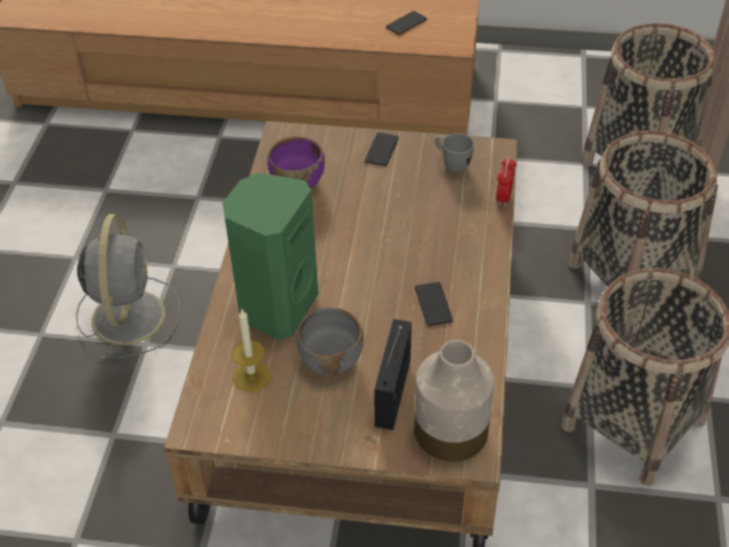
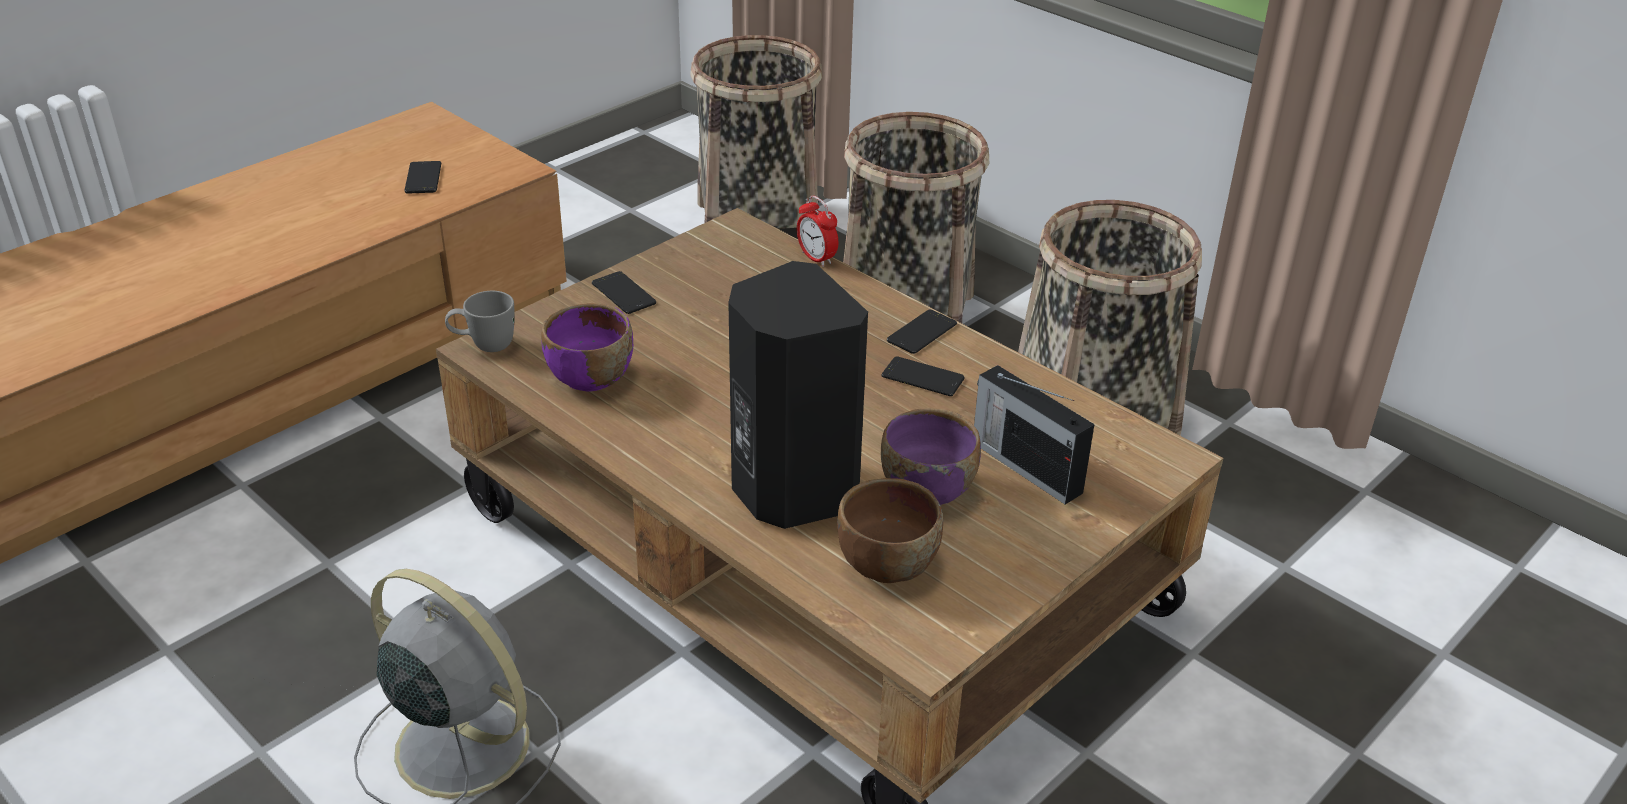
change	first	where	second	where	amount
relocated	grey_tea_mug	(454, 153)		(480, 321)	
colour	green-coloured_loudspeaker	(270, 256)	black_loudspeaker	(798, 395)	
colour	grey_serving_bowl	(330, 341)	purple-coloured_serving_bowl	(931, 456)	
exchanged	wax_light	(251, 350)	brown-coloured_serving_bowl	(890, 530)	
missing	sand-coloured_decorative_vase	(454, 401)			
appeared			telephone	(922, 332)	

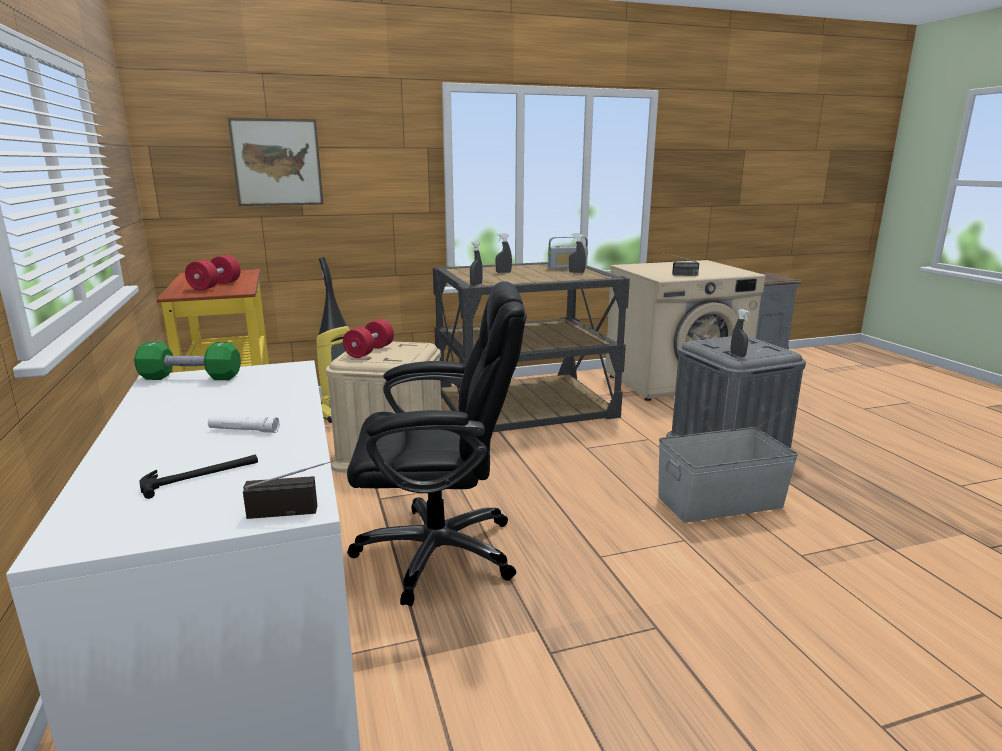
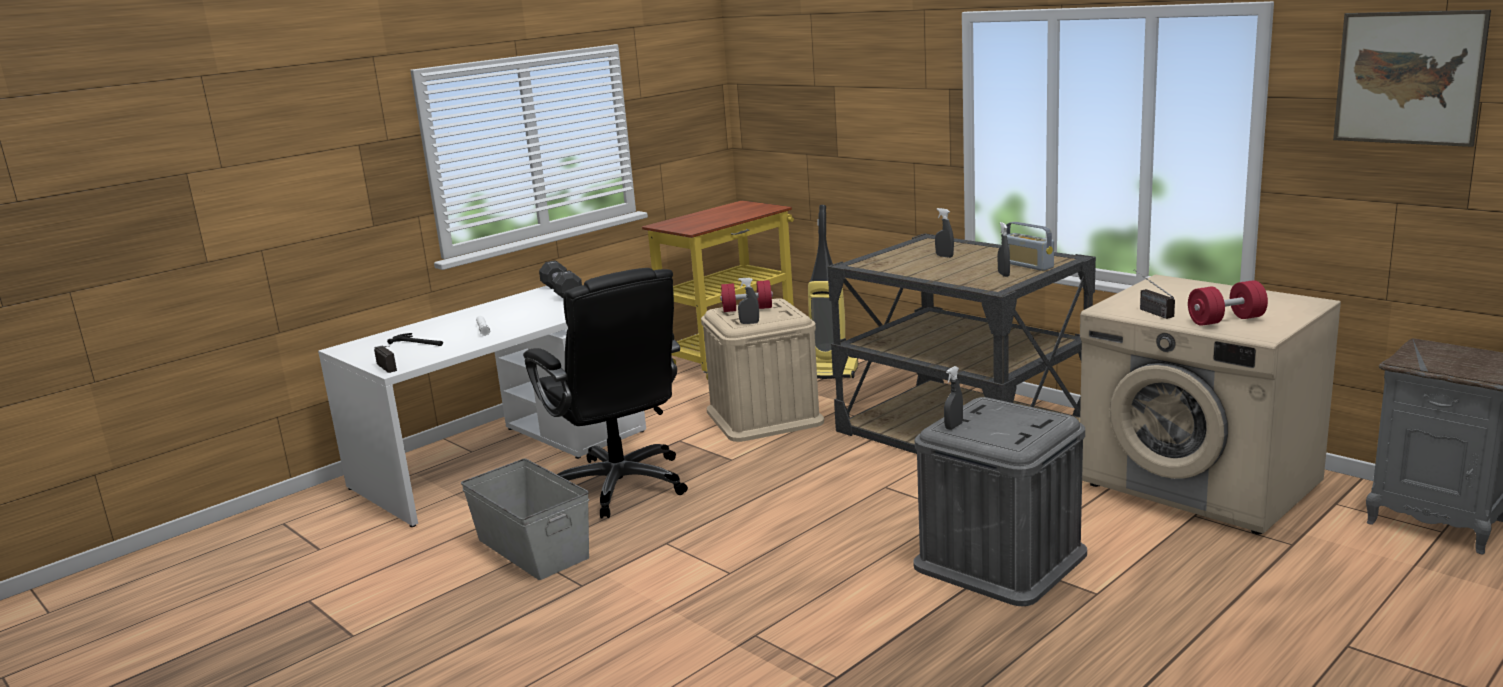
change	first	where	second	where	amount
relocated	wall_picture	(275, 162)		(1412, 78)	
relocated	grey_sprayer	(476, 263)		(748, 301)	
relocated	red-coloured_dumbbell	(213, 272)		(1228, 303)	
colour	green-coloured_dumbbell	(187, 361)	black_dumbbell	(560, 279)	
relocated	grey_storage_box	(728, 475)		(525, 519)	

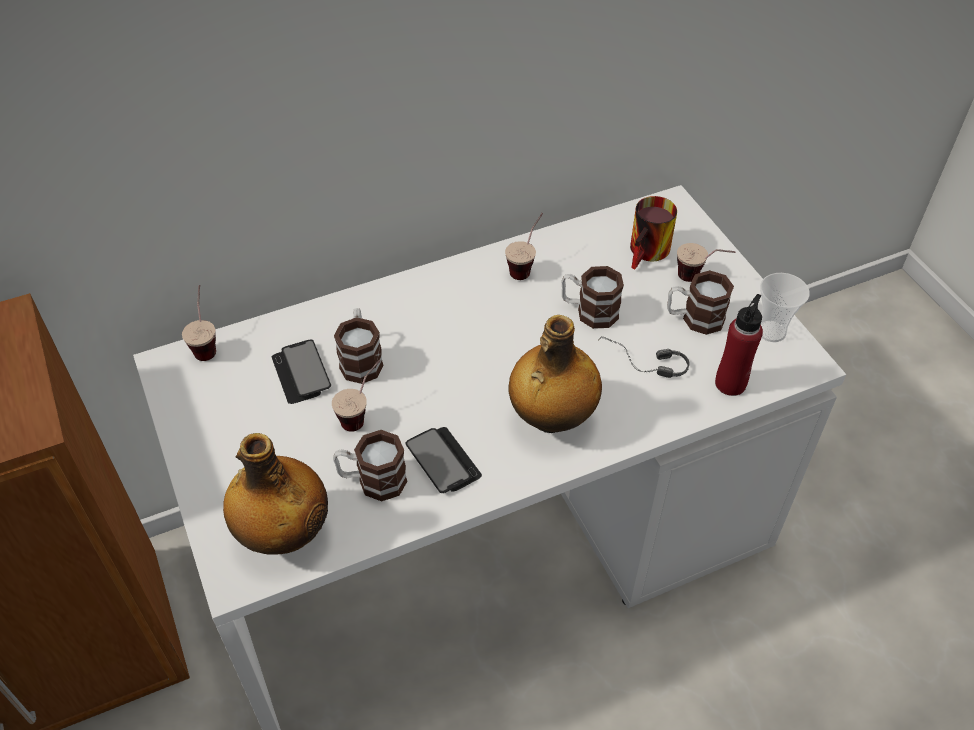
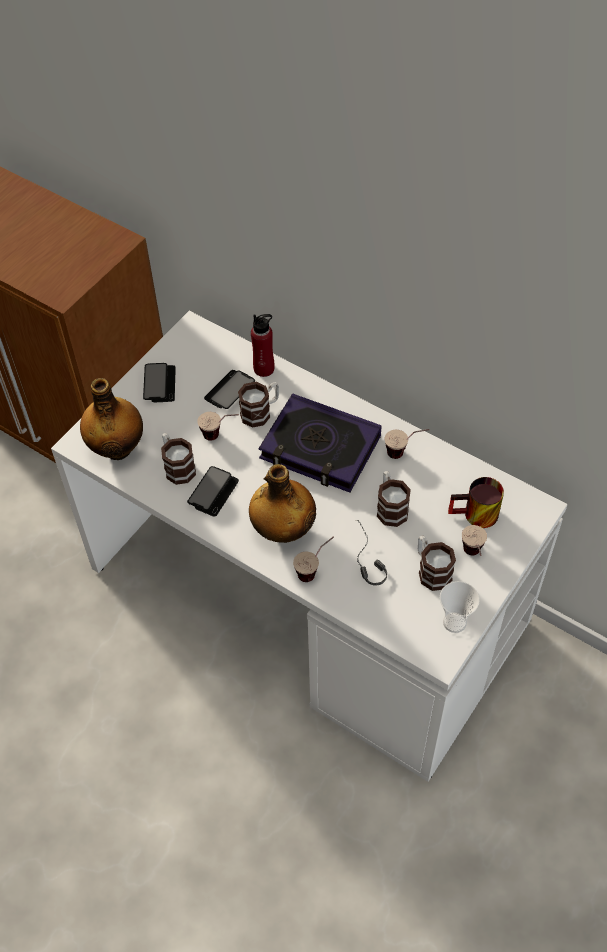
change	first	where	second	where	amount
relocated	small_cup	(199, 323)		(313, 559)	
relocated	red-coloured_bottle	(739, 345)		(263, 345)	
appeared			telephone	(159, 382)	
appeared			volume	(320, 443)	

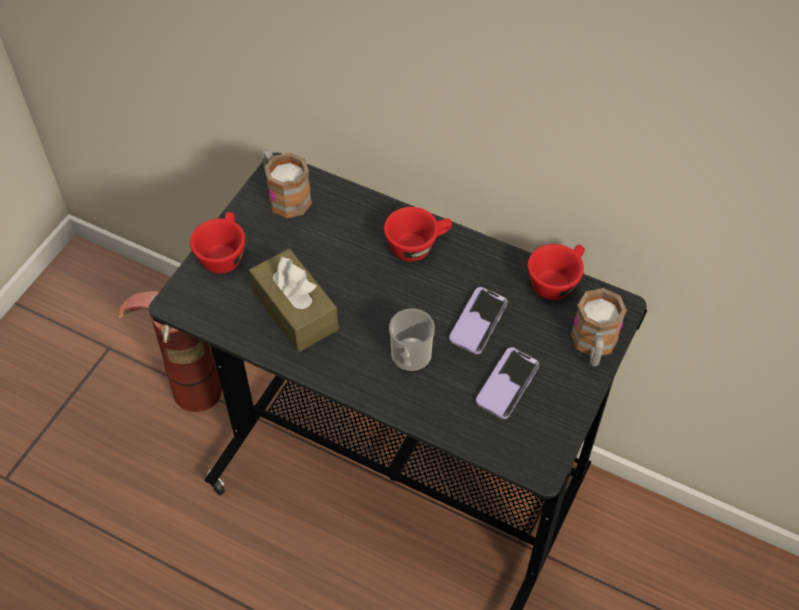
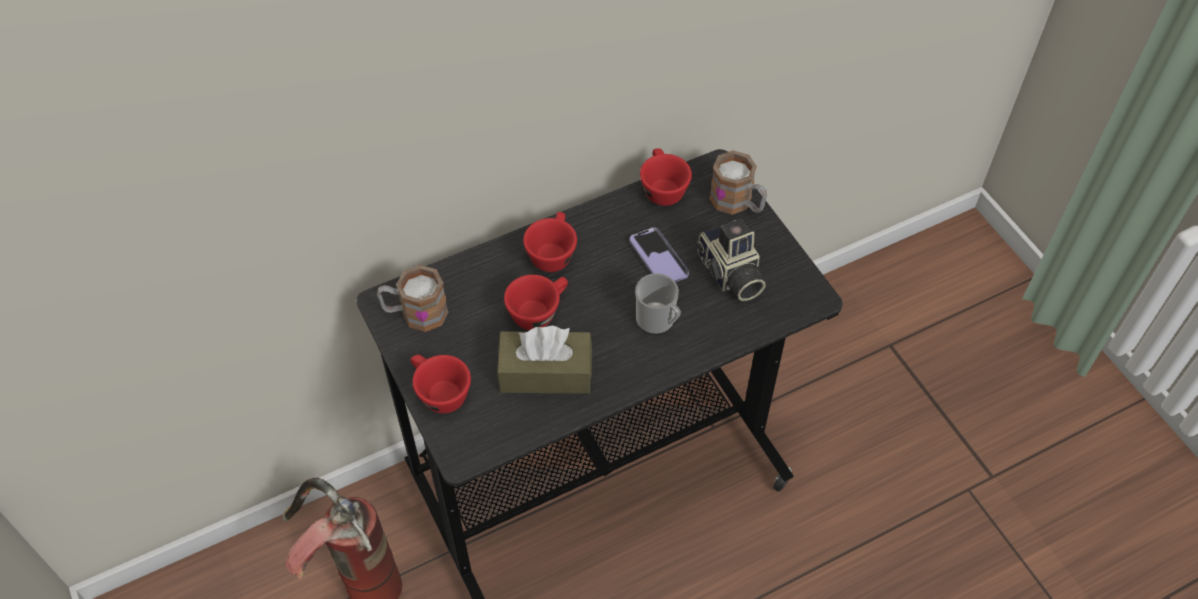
change	first	where	second	where	amount
exchanged	telephone	(507, 383)	photo_camera	(730, 260)	
appeared			red-coloured_small_cup	(536, 302)	

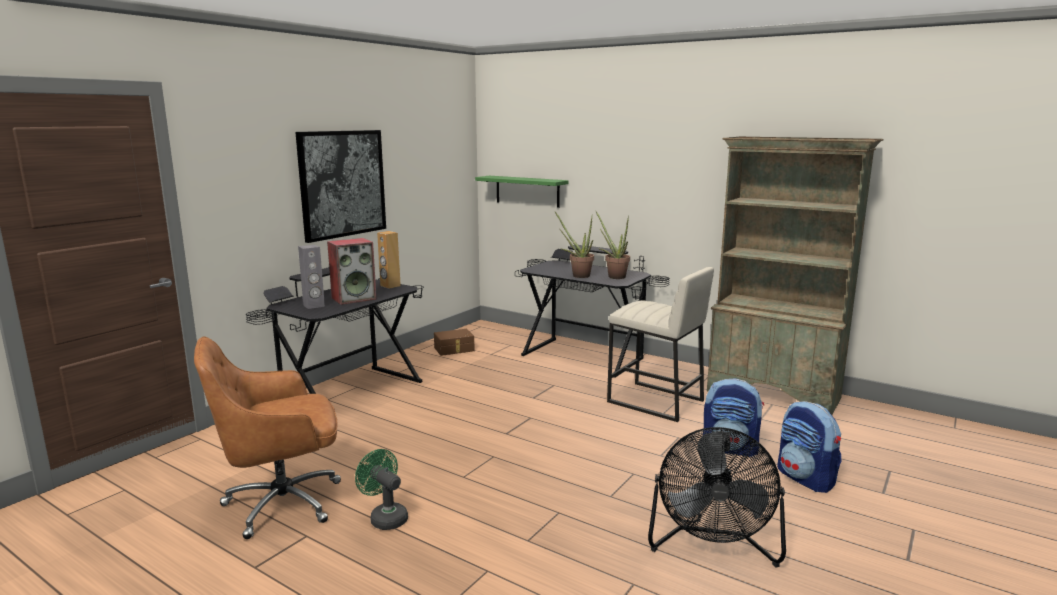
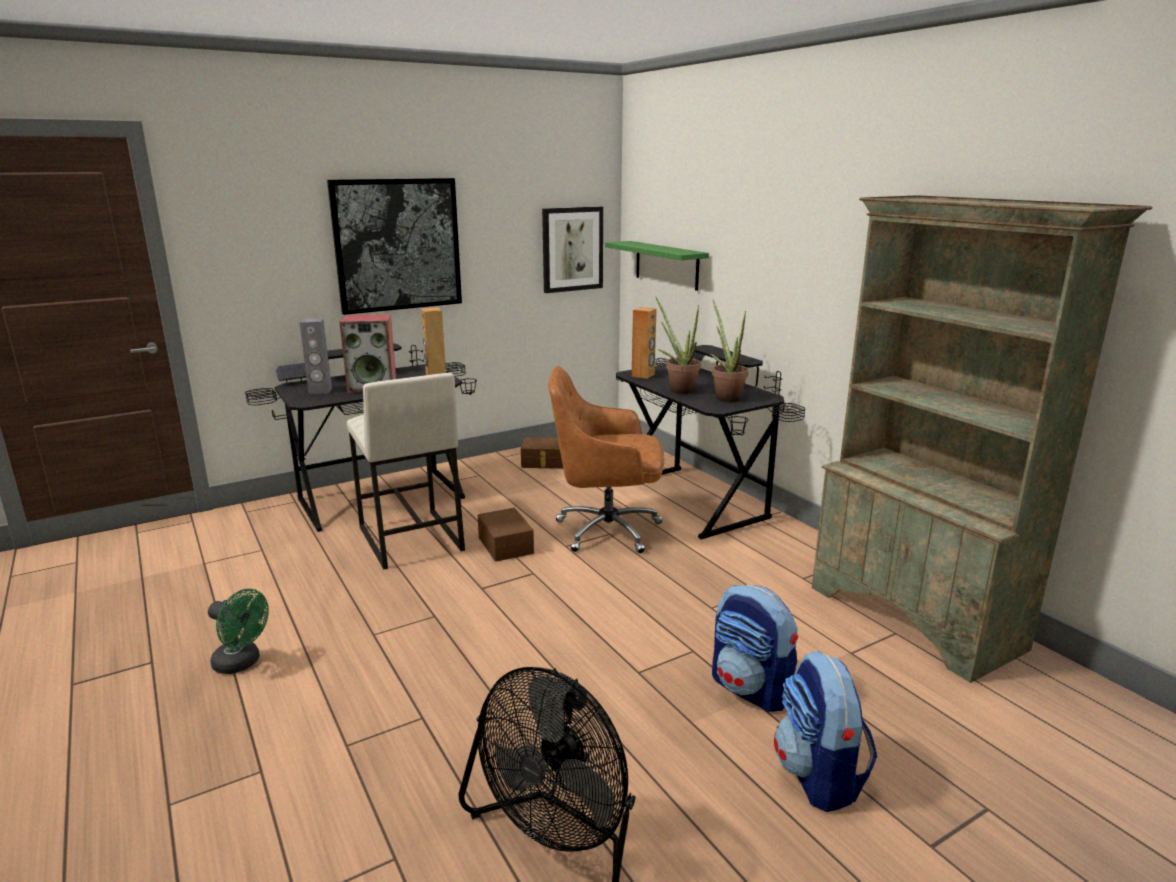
change	first	where	second	where	amount
relocated	sand-coloured_stool_seat	(660, 344)		(406, 471)	
relocated	brown-coloured_desk_chair	(267, 437)		(606, 459)	
spun	green-coloured_cooling_fan	(381, 489)		(238, 631)	135 degrees clockwise
appeared			wall_picture	(572, 249)	
appeared			brown-coloured_loudspeaker	(644, 343)	
appeared			brown-coloured_storage_box	(506, 535)	

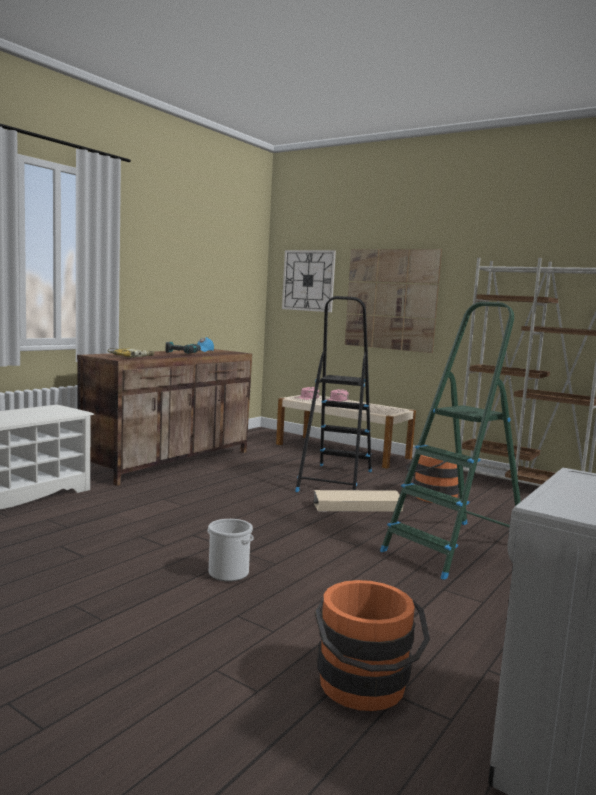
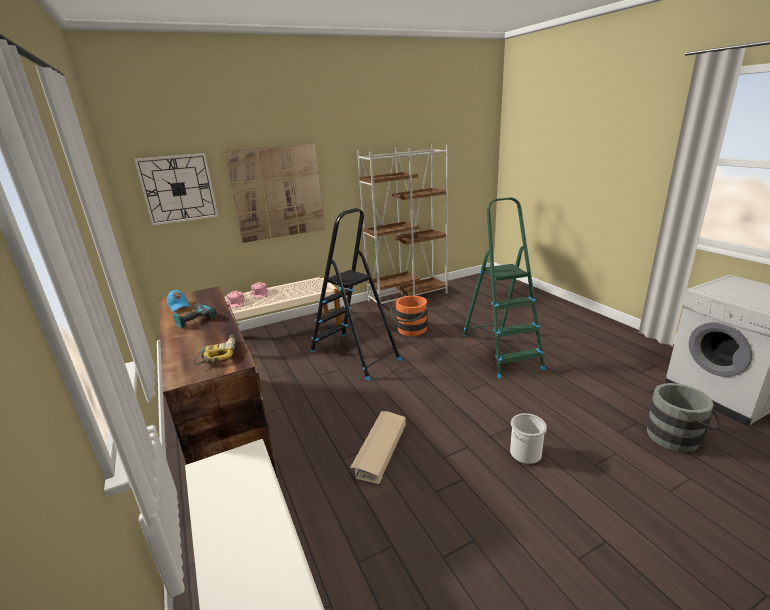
change	first	where	second	where	amount
relocated	sand-coloured_storage_box	(359, 501)		(378, 447)	
colour	orange_bucket	(372, 645)	grey_bucket	(684, 417)	

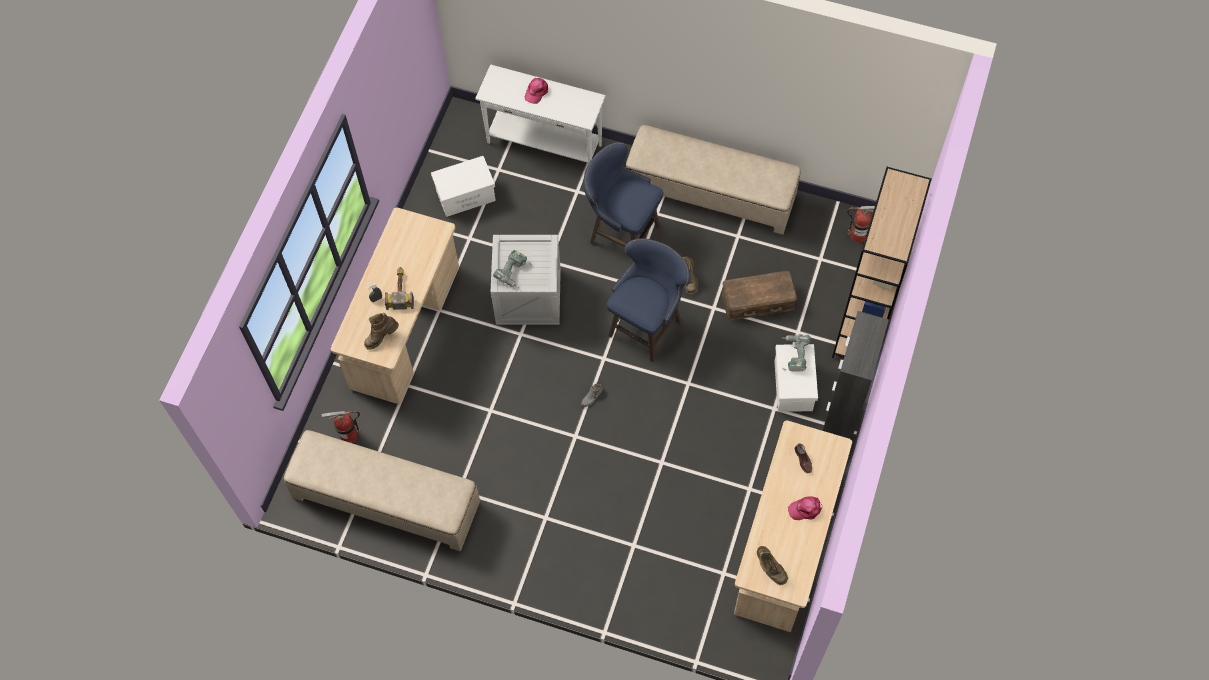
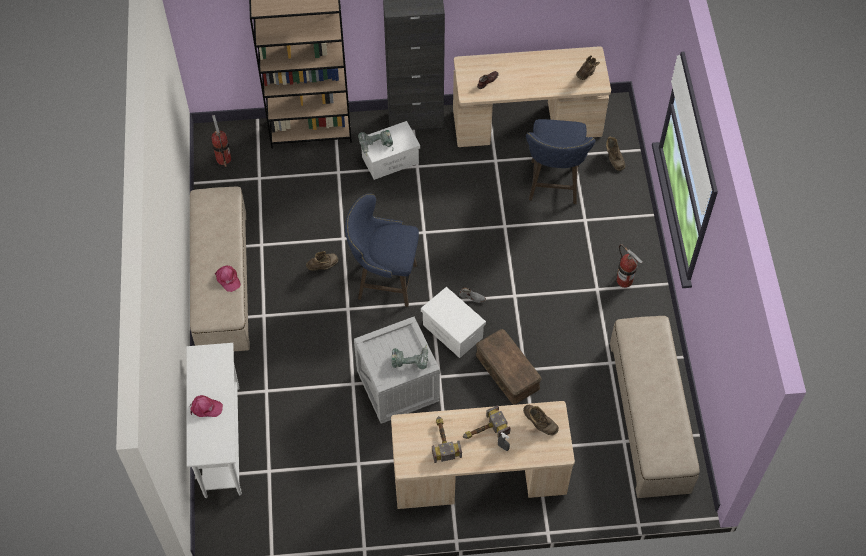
change	first	where	second	where	amount
relocated	blue-coloured_stool_seat	(623, 201)		(561, 161)	
relocated	whitish_storage_box	(463, 186)		(453, 322)	
relocated	brown-coloured_storage_box	(759, 295)		(508, 367)	
relocated	extinguisher	(341, 427)		(630, 266)	
relocated	pink-coloured_baseball_cap	(805, 508)		(228, 279)	
appeared			brown-coloured_tall_boot	(615, 153)	
appeared			hand_hammer	(447, 439)	

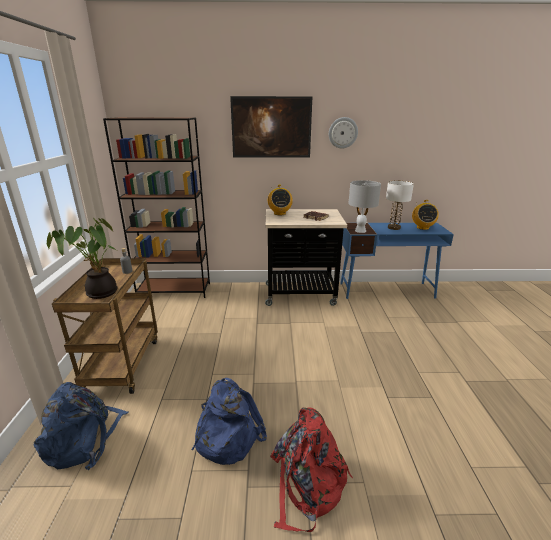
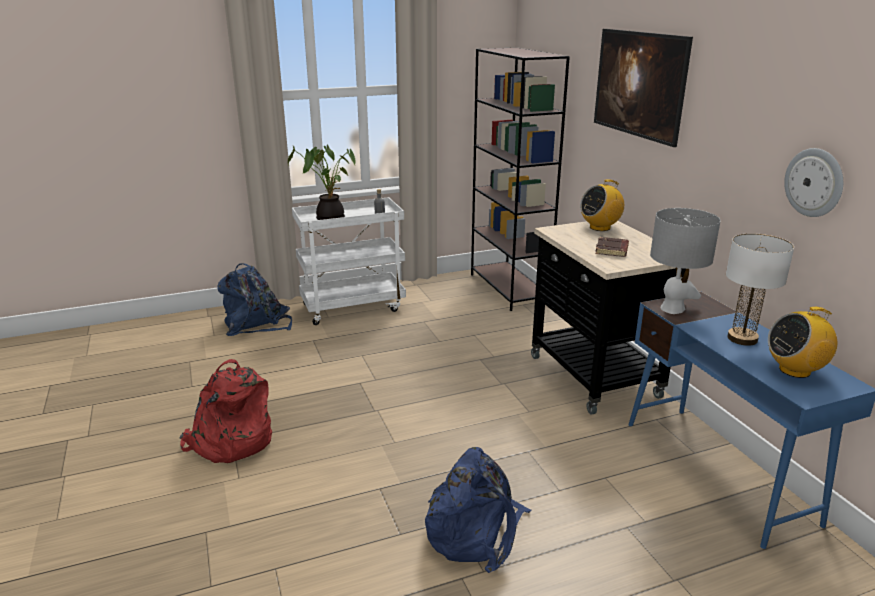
change	first	where	second	where	amount
relocated	wall_clock	(343, 133)		(813, 182)	
colour	brown-coloured_trolley	(105, 326)	whitish_trolley	(349, 261)	
relocated	blue-coloured_knapsack	(229, 421)		(478, 510)	

